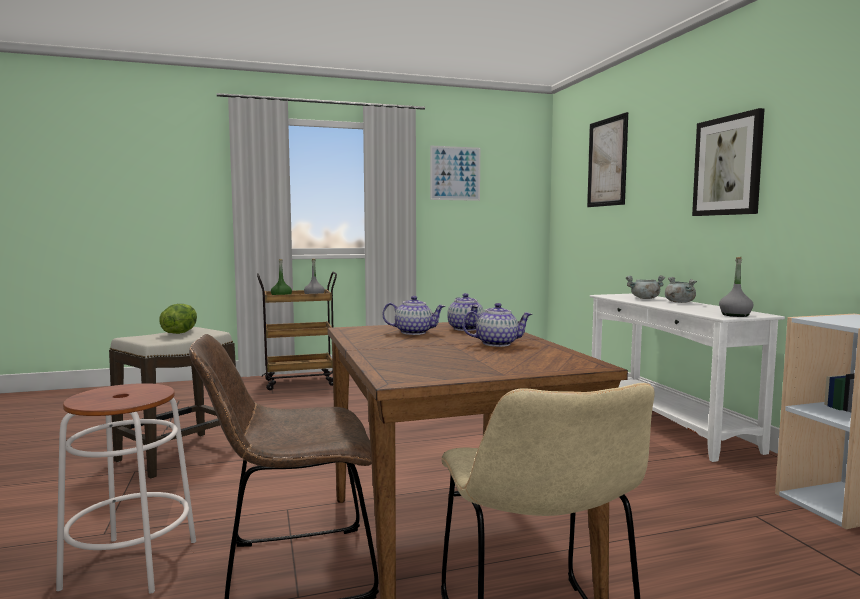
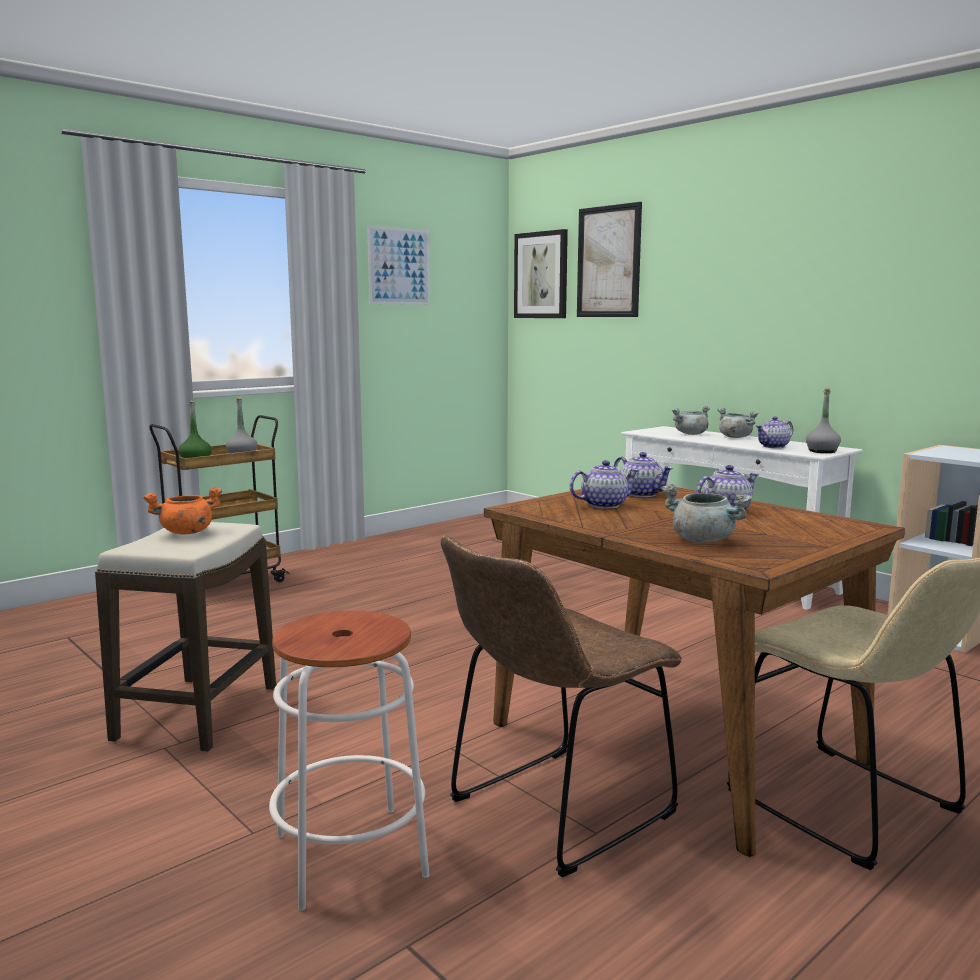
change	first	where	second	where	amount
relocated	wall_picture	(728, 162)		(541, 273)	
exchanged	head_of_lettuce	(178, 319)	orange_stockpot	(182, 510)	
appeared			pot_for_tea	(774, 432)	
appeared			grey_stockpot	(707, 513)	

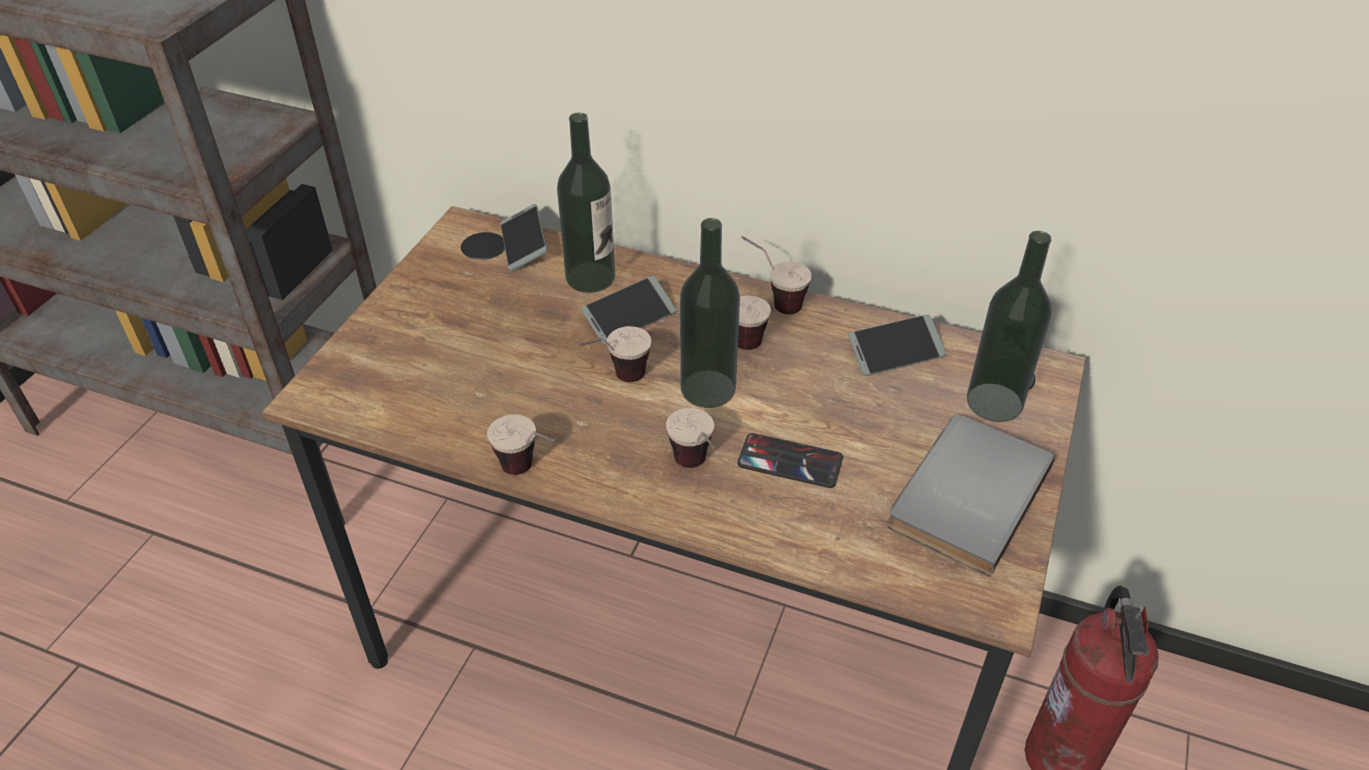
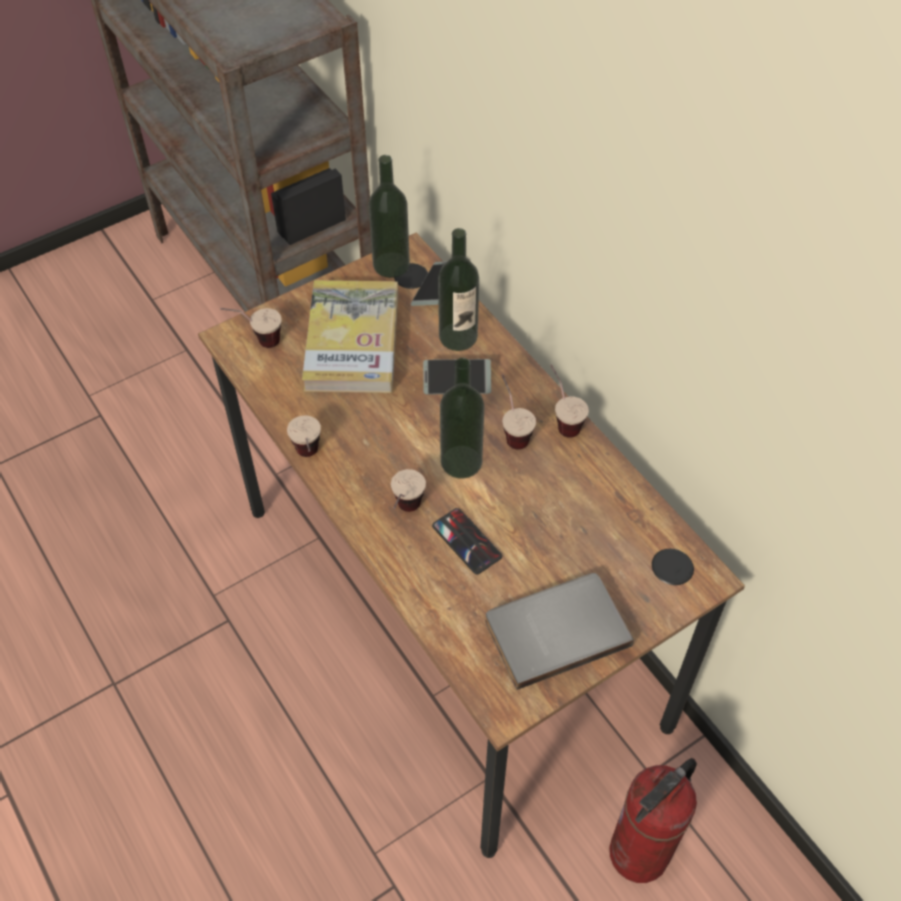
change	first	where	second	where	amount
relocated	bottle	(1009, 326)		(389, 216)	
missing	telephone	(897, 345)			
relocated	small_cup	(615, 354)		(251, 328)	
appeared			volume	(350, 336)	

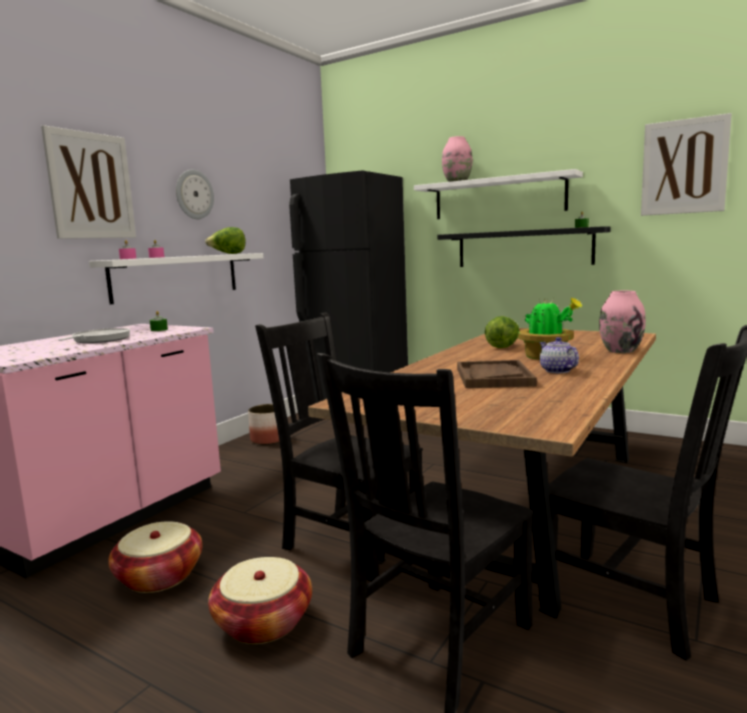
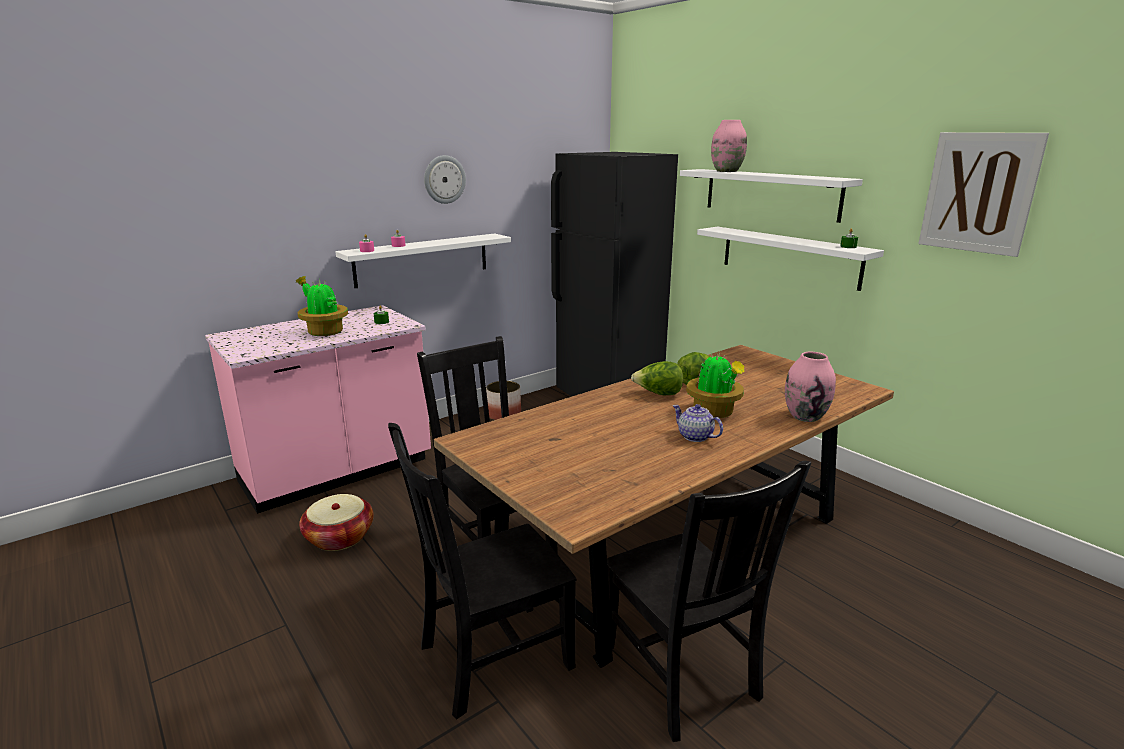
change	first	where	second	where	amount
missing	wall_picture	(88, 182)			
colour	black_shelf	(524, 246)	whitish_shelf	(790, 259)	
relocated	head_of_lettuce	(225, 240)		(657, 378)	
exchanged	skillet	(94, 335)	plant_in_a_pot	(322, 306)	
spun	pot_for_tea	(559, 355)		(698, 423)	45 degrees counterclockwise
missing	brown-coloured_tray	(497, 374)			
missing	basket	(260, 600)			

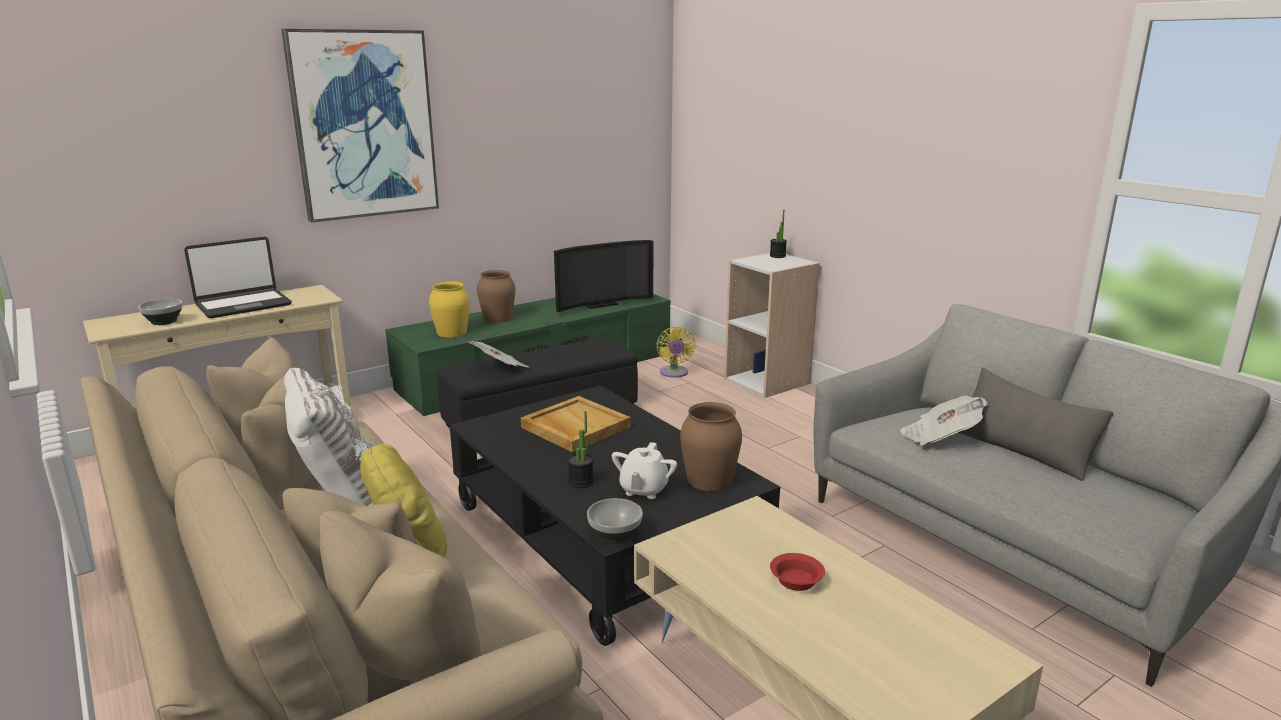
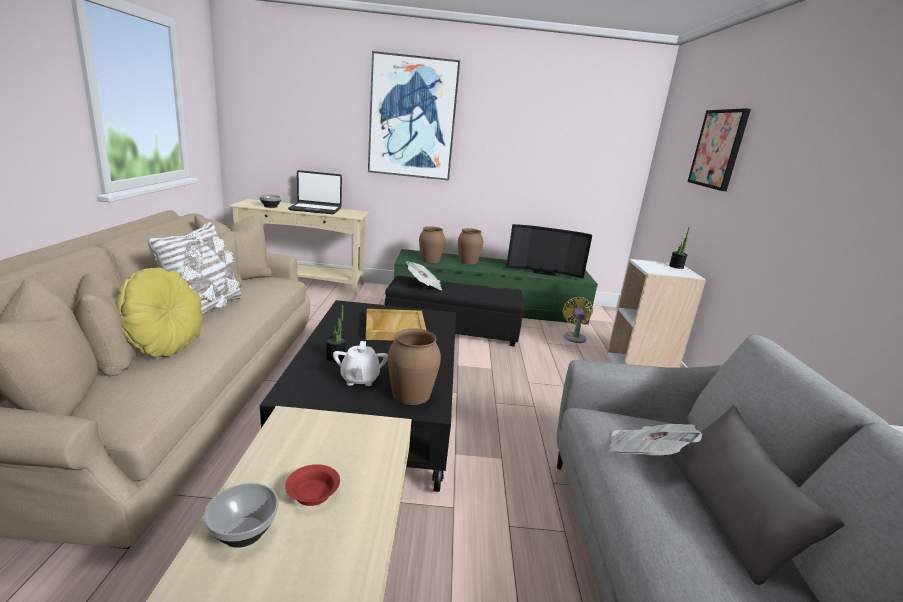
change	first	where	second	where	amount
colour	yellowish_decorative_vase	(449, 309)	brown-coloured_decorative_vase	(432, 244)	
spun	yellowish_cooling_fan	(675, 352)		(578, 320)	150 degrees clockwise
spun	whitish_pot_for_tea	(644, 470)		(360, 363)	60 degrees counterclockwise
relocated	serving_bowl	(615, 521)		(241, 515)	
appeared			wall_picture	(719, 149)	

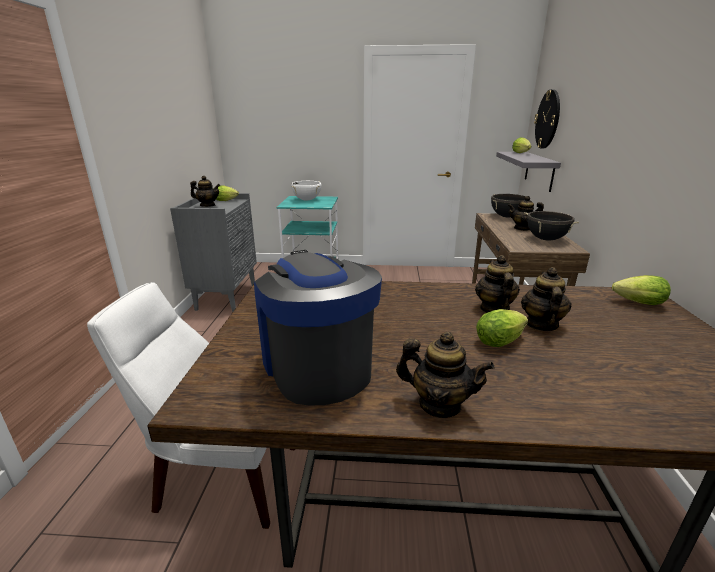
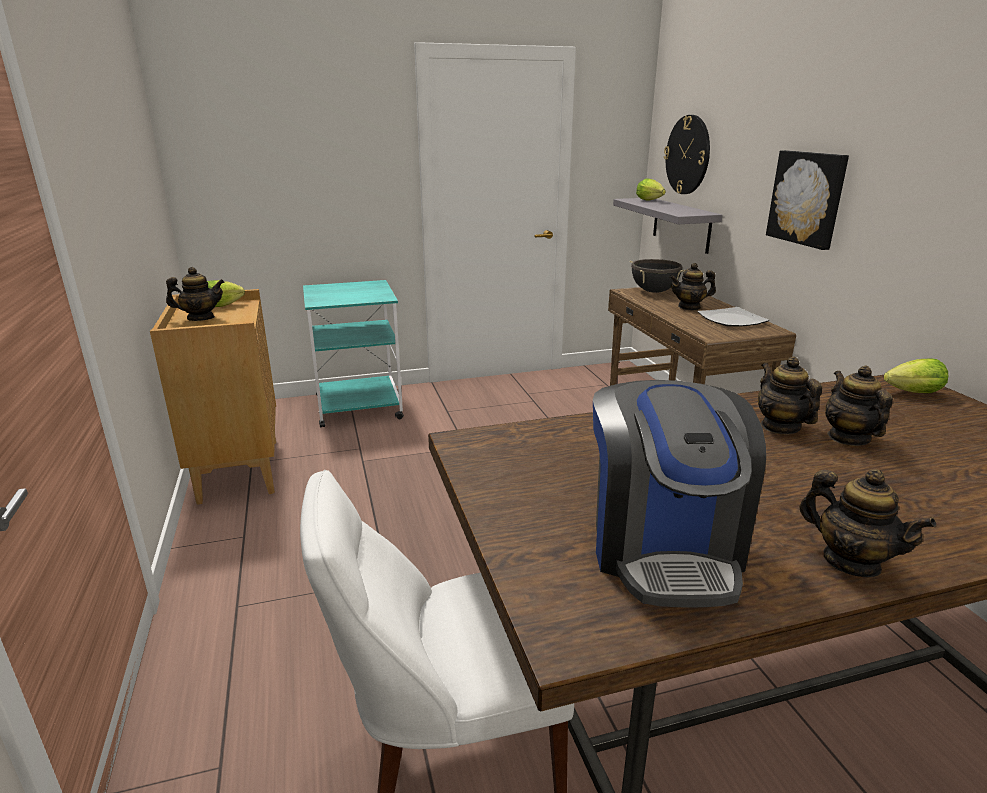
change	first	where	second	where	amount
missing	whitish_stockpot	(306, 191)			
colour	grey_storage_cabinet	(213, 252)	brown-coloured_storage_cabinet	(213, 397)	
exchanged	black_stockpot	(552, 226)	dinner_plate	(733, 317)	
spun	coffee_machine	(318, 328)		(679, 493)	135 degrees counterclockwise
missing	head_of_lettuce	(502, 328)			
spun	pot_for_tea	(445, 375)		(868, 523)	45 degrees clockwise
appeared			wall_picture	(807, 200)	

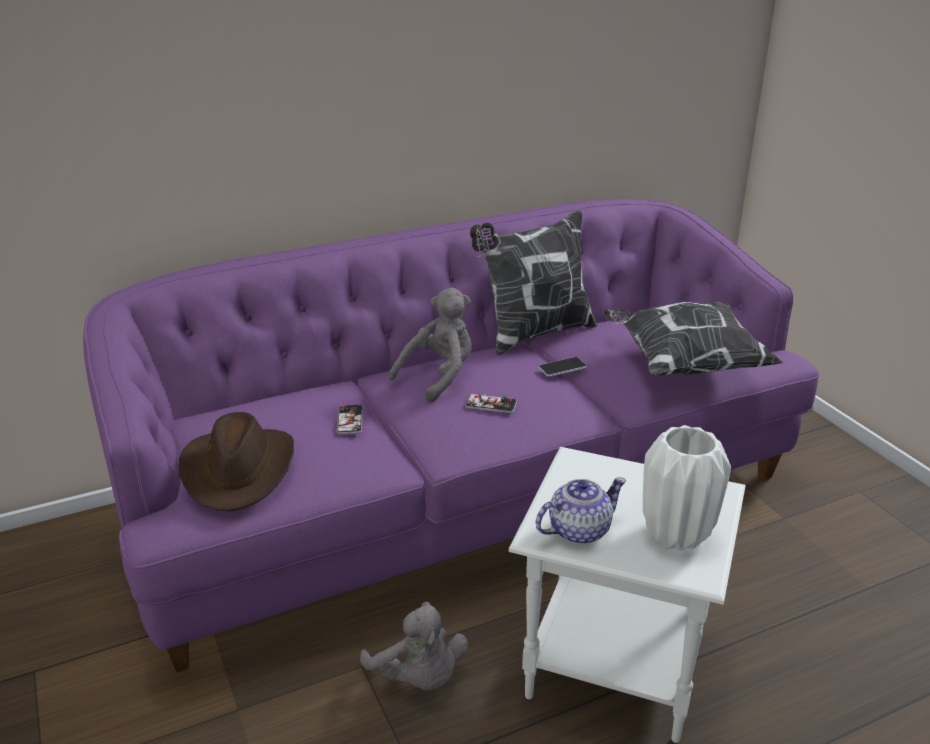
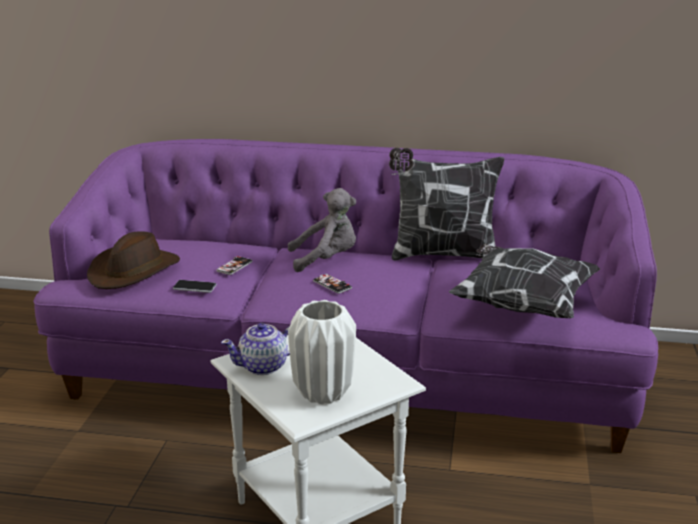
change	first	where	second	where	amount
relocated	telephone	(562, 367)		(195, 286)	
spun	pot_for_tea	(581, 510)		(255, 349)	150 degrees clockwise
missing	grey_cuddly_toy	(414, 646)			

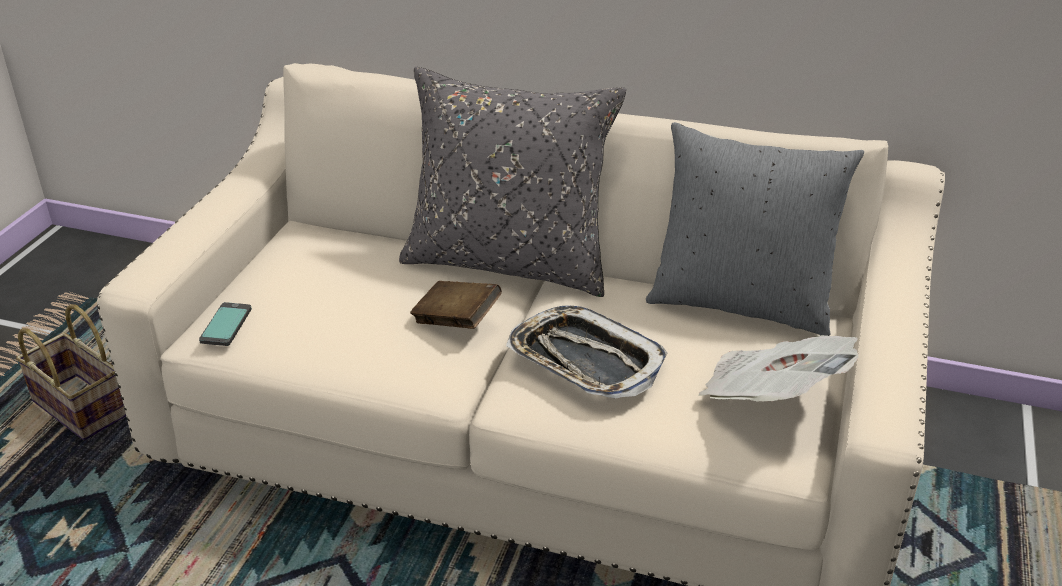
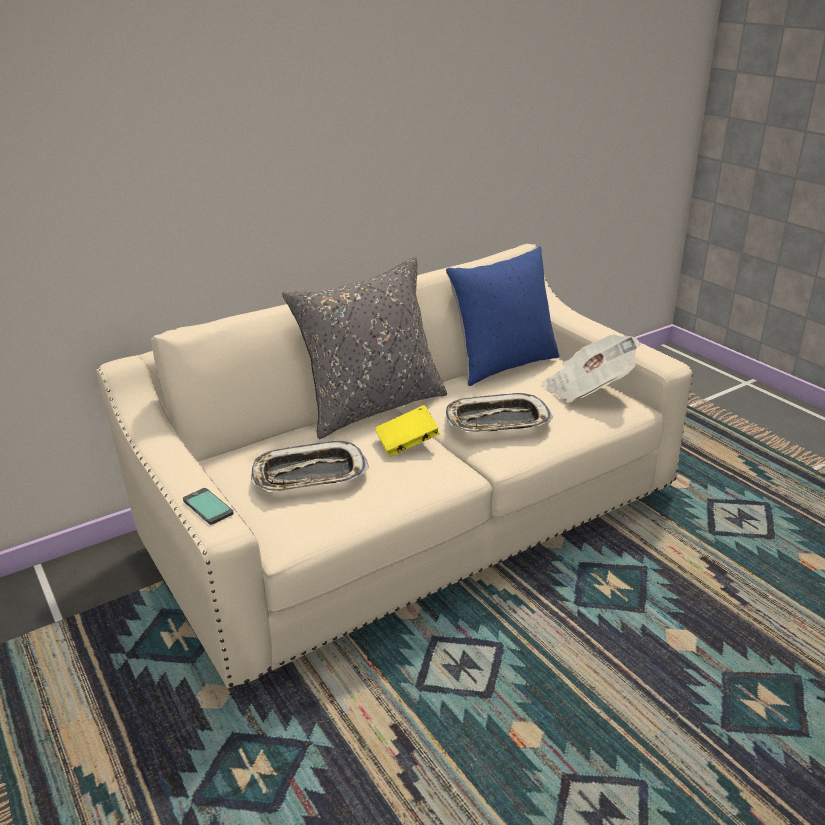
change	first	where	second	where	amount
colour	grey_pillow	(755, 229)	blue-coloured_pillow	(502, 316)	
colour	brown-coloured_volume	(456, 305)	yellowish_volume	(407, 431)	
relocated	telephone	(225, 324)		(208, 506)	
missing	basket	(71, 372)			
appeared			tray	(310, 466)	

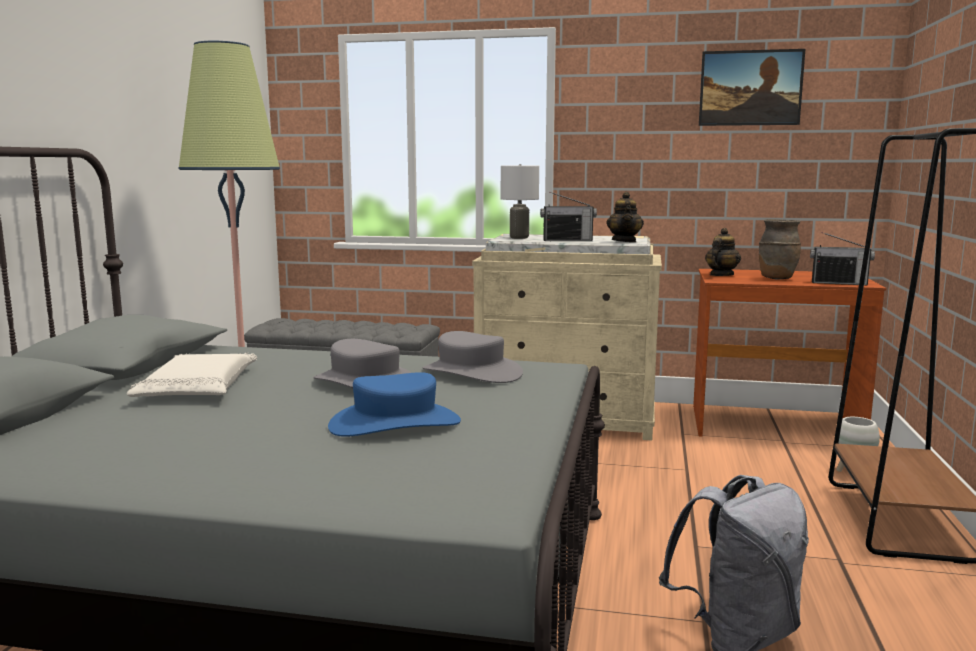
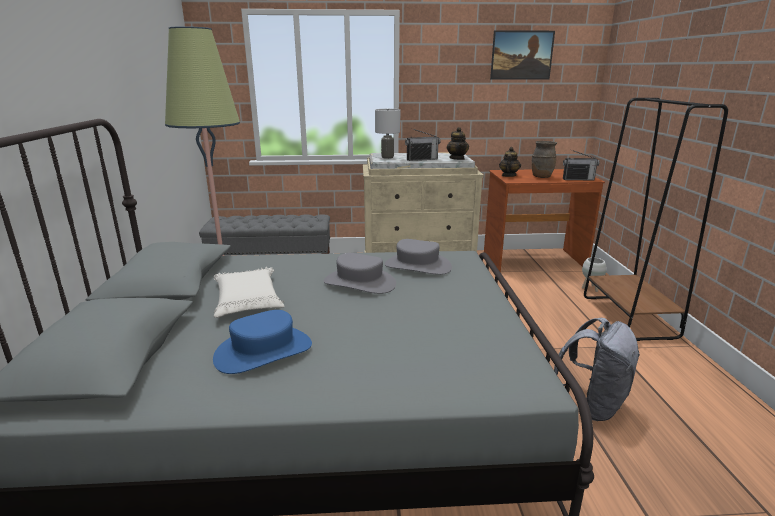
change	first	where	second	where	amount
relocated	blue-coloured_wearable_hat	(394, 404)		(262, 342)	

